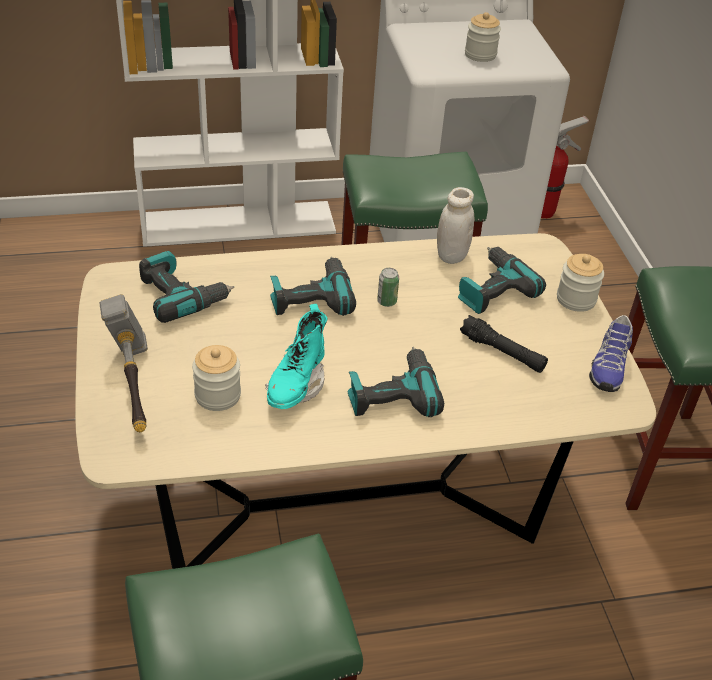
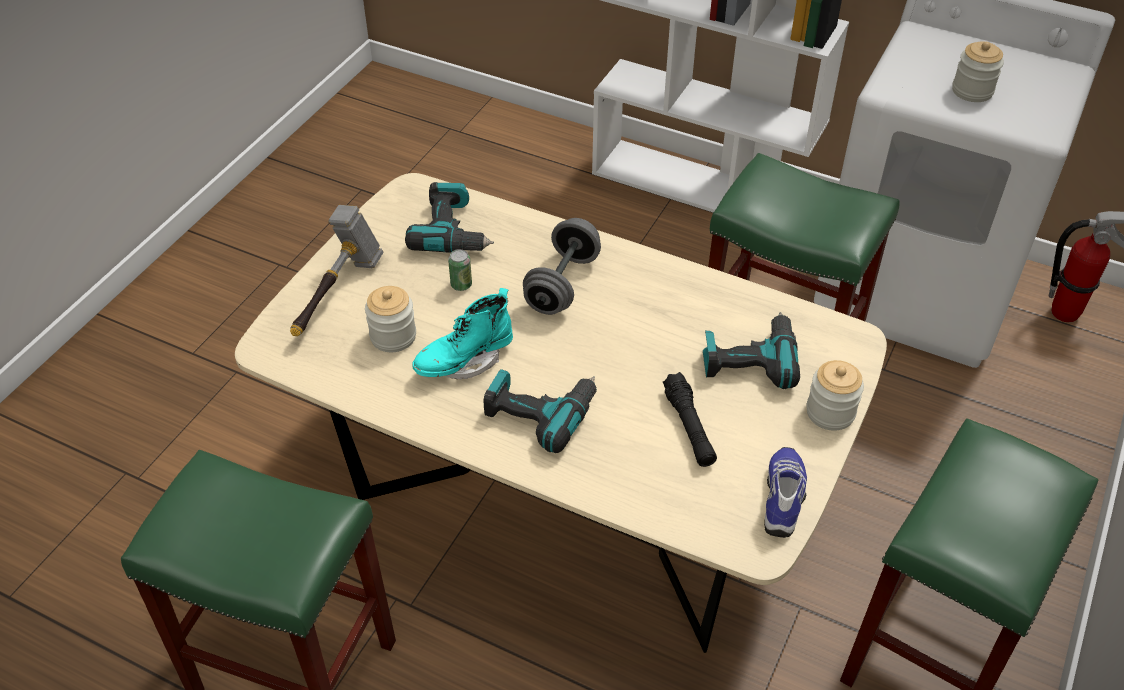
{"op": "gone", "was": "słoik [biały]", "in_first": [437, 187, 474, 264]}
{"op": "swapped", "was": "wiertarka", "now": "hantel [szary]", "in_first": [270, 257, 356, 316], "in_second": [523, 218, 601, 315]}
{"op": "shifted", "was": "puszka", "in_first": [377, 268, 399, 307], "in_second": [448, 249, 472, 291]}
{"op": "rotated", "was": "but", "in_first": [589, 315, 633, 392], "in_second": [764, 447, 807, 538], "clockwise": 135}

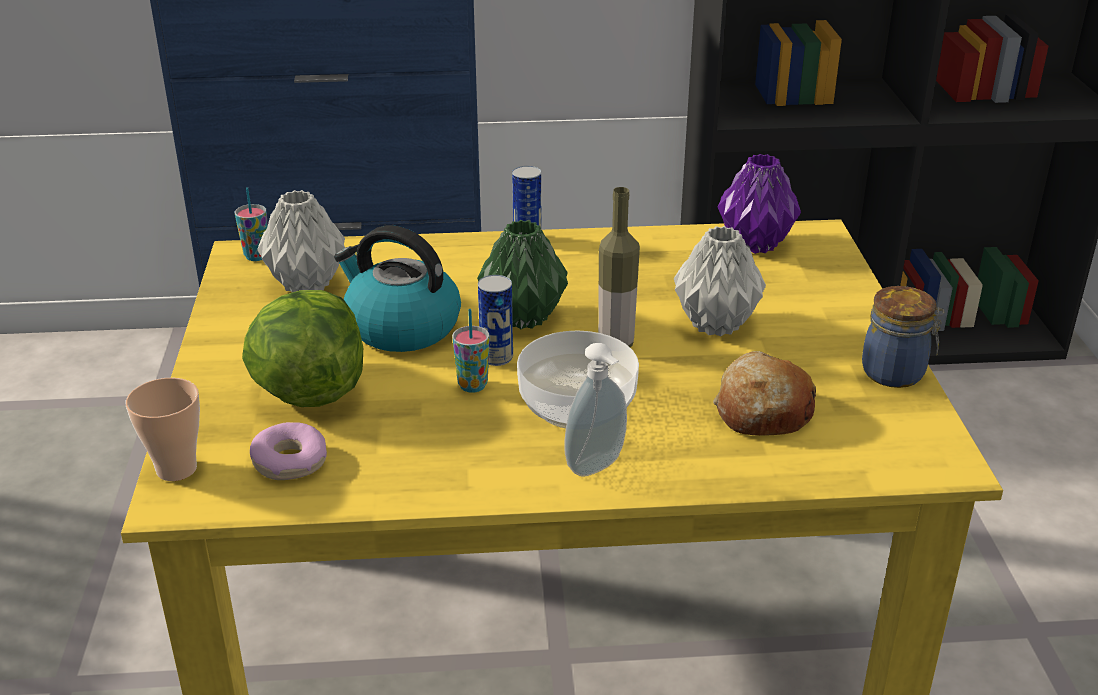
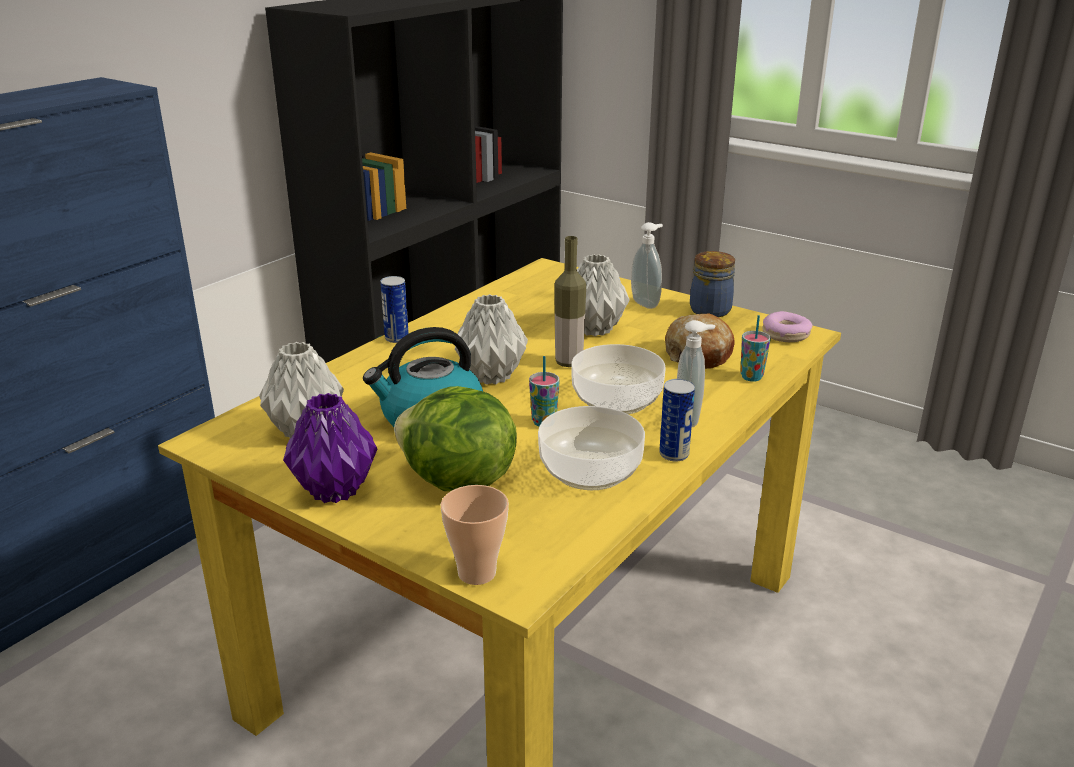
{"op": "shifted", "was": "wazon [fioletowy]", "in_first": [718, 154, 801, 254], "in_second": [283, 393, 377, 503]}
{"op": "shifted", "was": "filiżanka", "in_first": [235, 187, 268, 261], "in_second": [740, 315, 771, 382]}
{"op": "repainted", "was": "wazon [zielony]", "now": "wazon [szary]", "in_first": [477, 220, 568, 329], "in_second": [455, 294, 528, 385]}
{"op": "shifted", "was": "puszka", "in_first": [478, 275, 513, 366], "in_second": [659, 379, 695, 461]}
{"op": "shifted", "was": "donut", "in_first": [250, 422, 327, 480], "in_second": [762, 311, 813, 342]}
{"op": "new", "now": "dozownik mydła", "in_second": [631, 222, 663, 309]}
{"op": "new", "now": "miska", "in_second": [538, 406, 645, 490]}

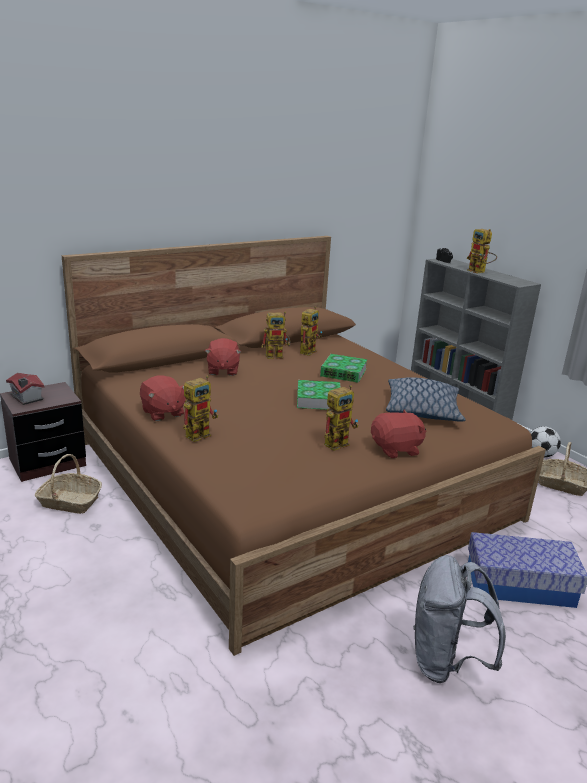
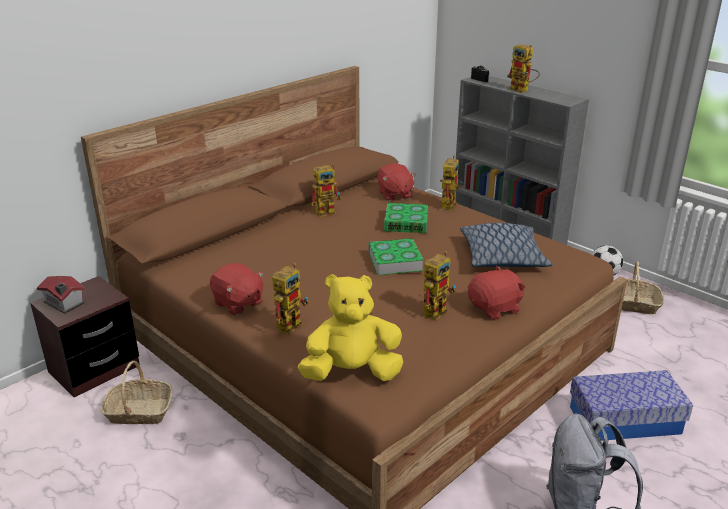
{"op": "shifted", "was": "robot zabawkowy", "in_first": [300, 306, 322, 356], "in_second": [440, 156, 462, 210]}
{"op": "shifted", "was": "pluszak [czerwony]", "in_first": [205, 338, 241, 376], "in_second": [378, 163, 416, 201]}
{"op": "new", "now": "pluszak [żółty]", "in_second": [298, 274, 404, 381]}

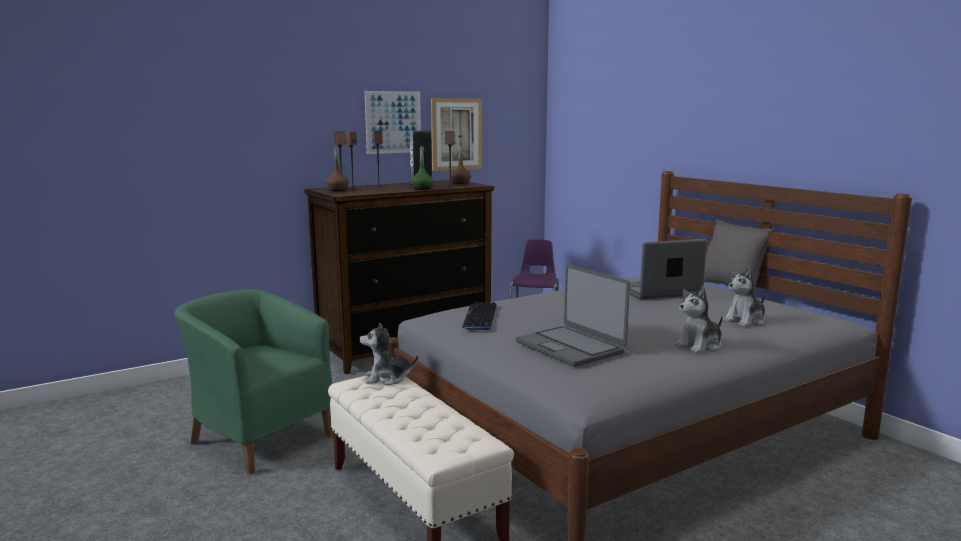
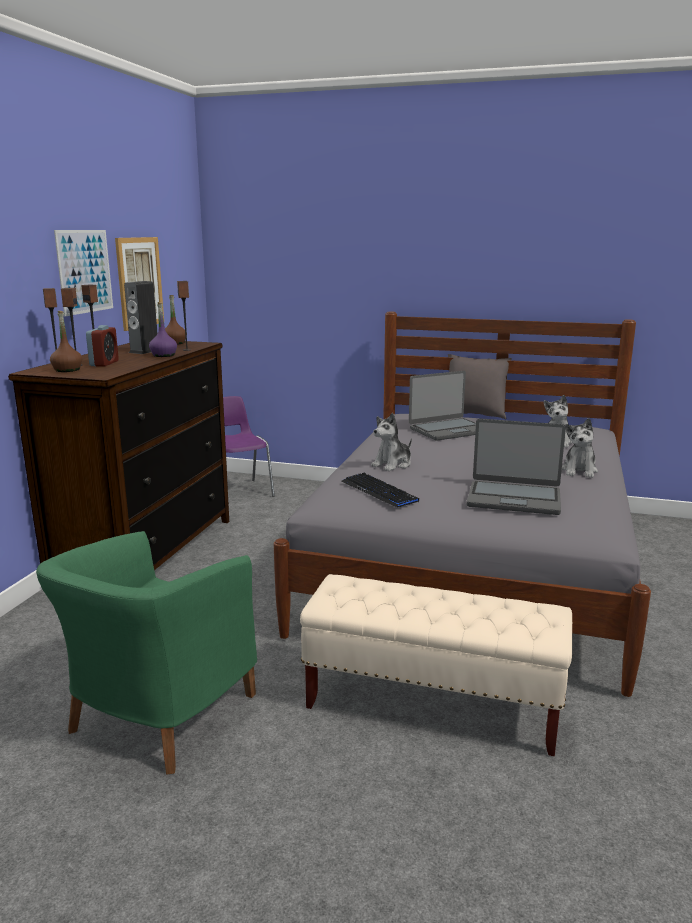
{"op": "repainted", "was": "butelka [zielony]", "now": "butelka [fioletowy]", "in_first": [411, 146, 433, 190], "in_second": [149, 302, 177, 357]}
{"op": "rotated", "was": "laptop", "in_first": [629, 239, 707, 300], "in_second": [409, 371, 476, 441], "clockwise": -150}
{"op": "rotated", "was": "fotel [zielony]", "in_first": [174, 289, 333, 474], "in_second": [36, 531, 257, 774], "clockwise": -60}
{"op": "shifted", "was": "pluszak", "in_first": [360, 322, 418, 385], "in_second": [371, 413, 412, 471]}
{"op": "new", "now": "budzik", "in_second": [86, 325, 119, 367]}

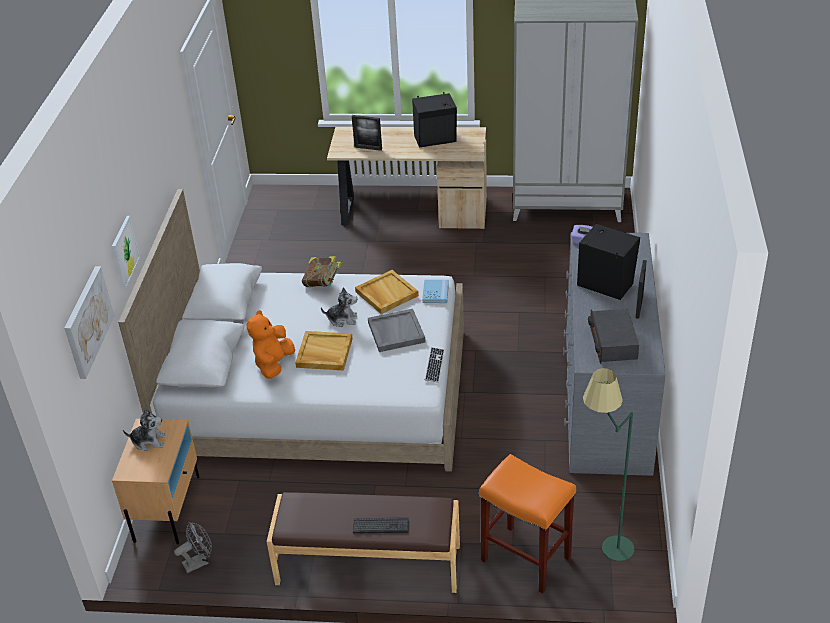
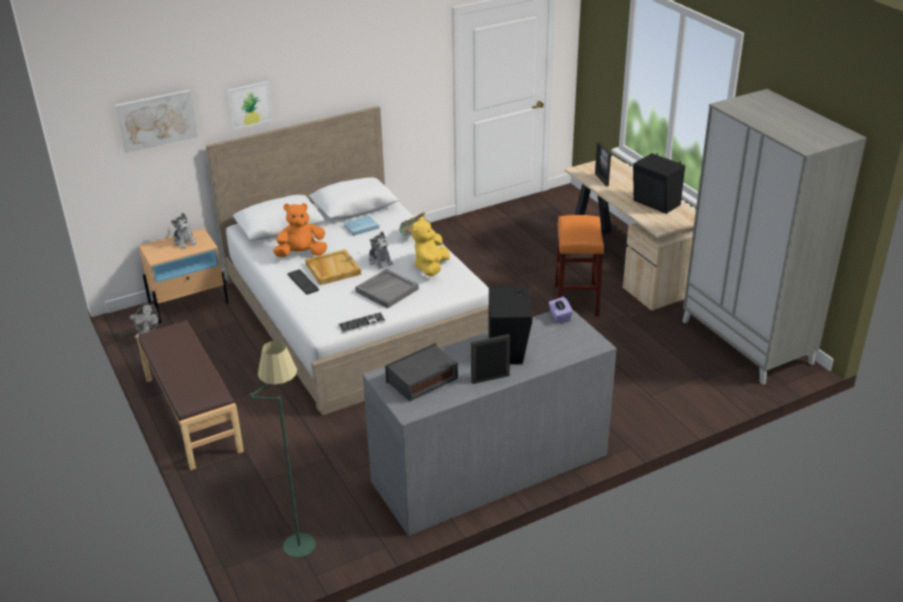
{"op": "swapped", "was": "taca [beżowy]", "now": "pluszak [żółty]", "in_first": [355, 270, 419, 314], "in_second": [411, 217, 450, 276]}
{"op": "shifted", "was": "książka [niebieski]", "in_first": [422, 280, 449, 303], "in_second": [344, 216, 379, 236]}
{"op": "shifted", "was": "stołek [pomarańczowy]", "in_first": [479, 454, 576, 594], "in_second": [555, 215, 604, 316]}
{"op": "shifted", "was": "klawiatura", "in_first": [353, 517, 409, 534], "in_second": [288, 269, 319, 295]}

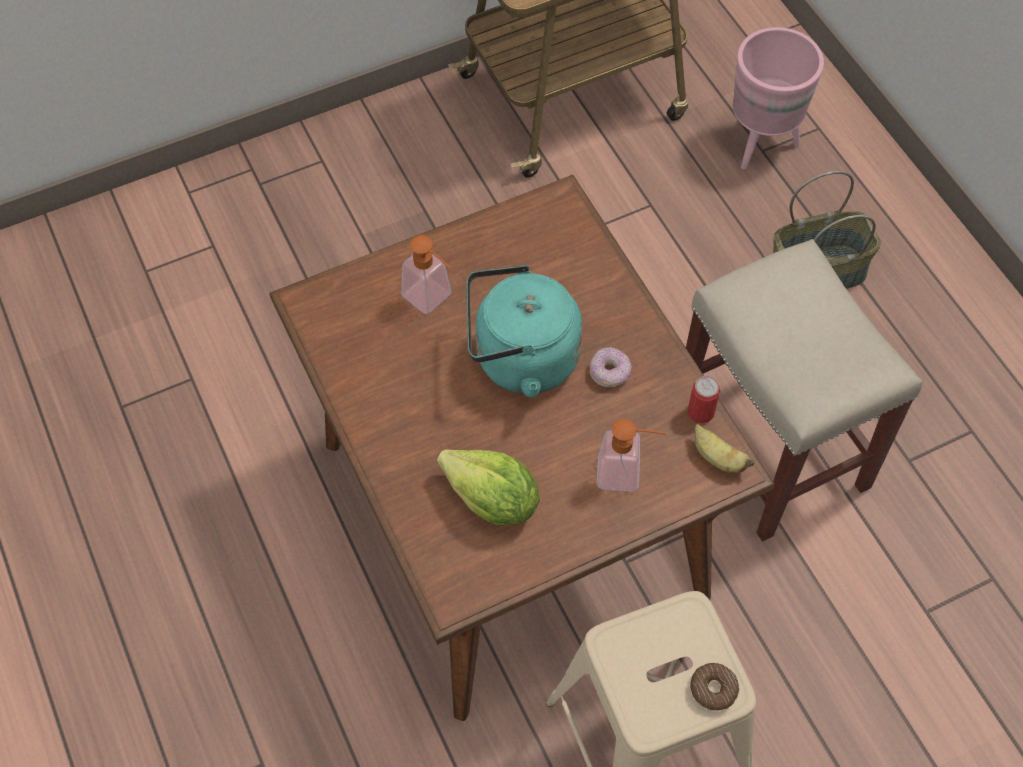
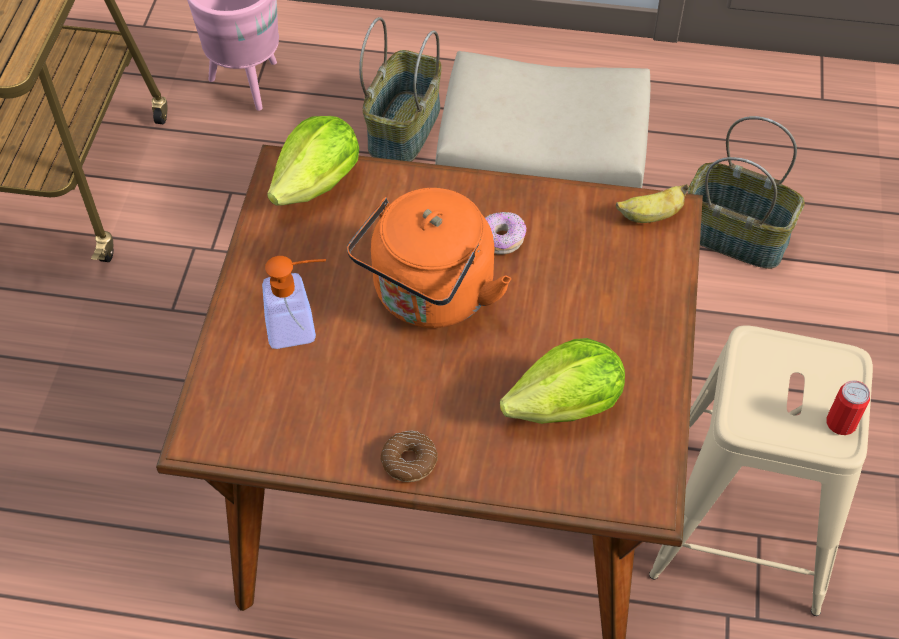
{"op": "repainted", "was": "czajnik [turkusowy]", "now": "czajnik [pomarańczowy]", "in_first": [466, 265, 582, 398], "in_second": [347, 188, 511, 328]}
{"op": "shifted", "was": "puszka", "in_first": [688, 376, 720, 423], "in_second": [826, 380, 870, 435]}
{"op": "gone", "was": "dozownik mydła", "in_first": [597, 419, 666, 491]}
{"op": "shifted", "was": "donut", "in_first": [690, 663, 739, 711], "in_second": [380, 431, 438, 482]}
{"op": "new", "now": "sałata", "in_second": [267, 116, 359, 206]}
{"op": "new", "now": "koszyk", "in_second": [688, 116, 805, 269]}

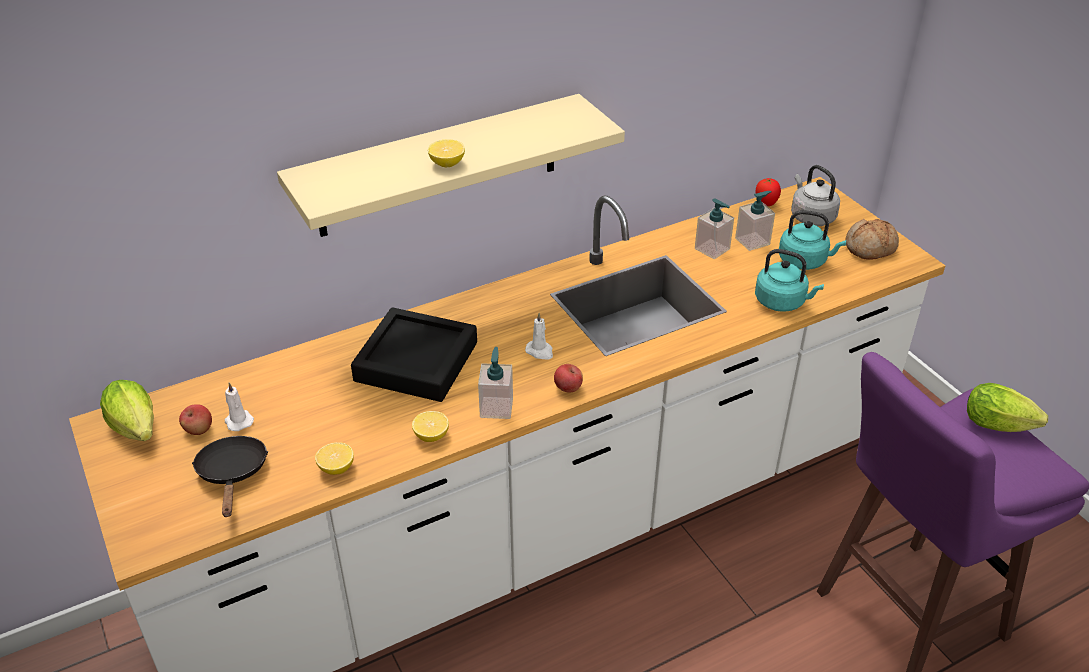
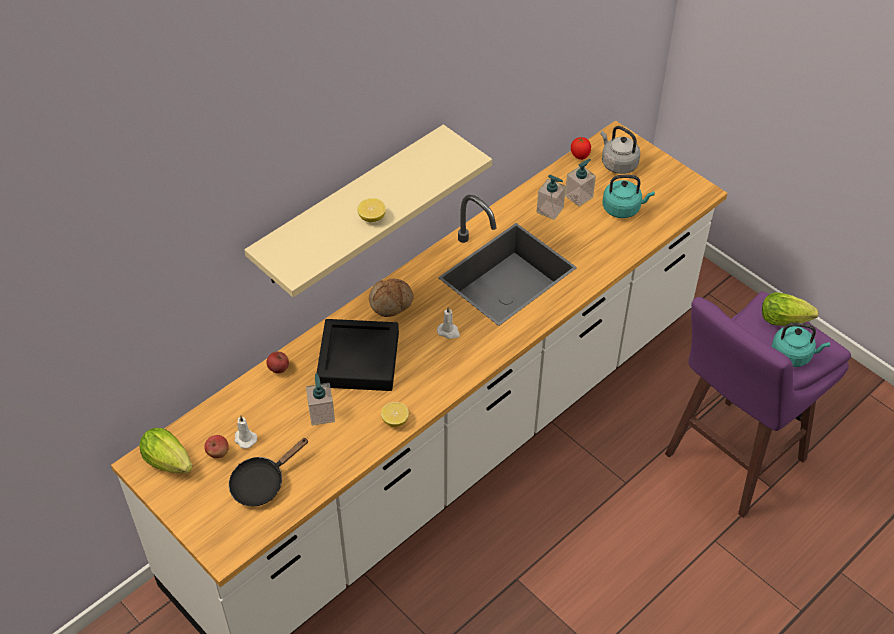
{"op": "shifted", "was": "chleb", "in_first": [845, 219, 899, 260], "in_second": [369, 279, 413, 317]}
{"op": "shifted", "was": "czajnik [turkusowy]", "in_first": [755, 249, 824, 312], "in_second": [772, 323, 830, 367]}
{"op": "shifted", "was": "dozownik mydła", "in_first": [478, 347, 513, 419], "in_second": [306, 374, 335, 426]}
{"op": "shifted", "was": "jabłko", "in_first": [554, 364, 583, 392], "in_second": [267, 351, 289, 373]}
{"op": "rotated", "was": "patelnia [czarny]", "in_first": [192, 436, 268, 517], "in_second": [229, 438, 309, 507], "clockwise": -105}
{"op": "gone", "was": "cytryna", "in_first": [315, 442, 354, 475]}

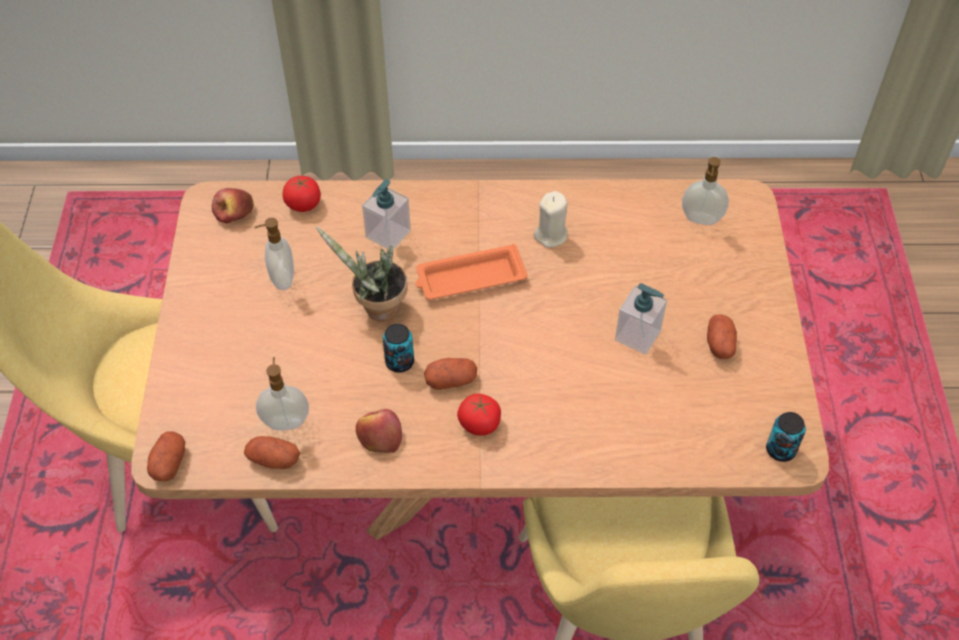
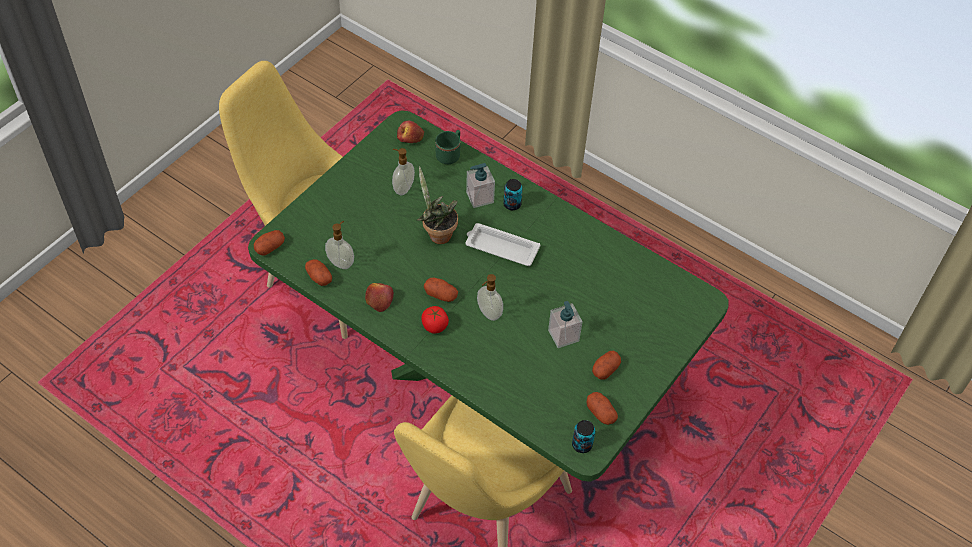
{"op": "shifted", "was": "dozownik mydła", "in_first": [682, 157, 729, 225], "in_second": [477, 274, 503, 321]}
{"op": "swapped", "was": "pomidor", "now": "kubek [zielony]", "in_first": [282, 176, 321, 212], "in_second": [435, 130, 461, 164]}
{"op": "repainted", "was": "stół jadalny [brązowy]", "now": "stół jadalny [zielony]", "in_first": [131, 179, 829, 540], "in_second": [248, 110, 729, 482]}
{"op": "gone", "was": "świeca [beżowy]", "in_first": [534, 191, 568, 248]}
{"op": "repainted", "was": "taca [pomarańczowy]", "now": "taca [biały]", "in_first": [415, 244, 527, 300], "in_second": [466, 223, 540, 266]}
{"op": "shifted", "was": "puszka", "in_first": [383, 324, 414, 373], "in_second": [503, 179, 523, 210]}
{"op": "new", "now": "ziemniak", "in_second": [586, 392, 618, 425]}

